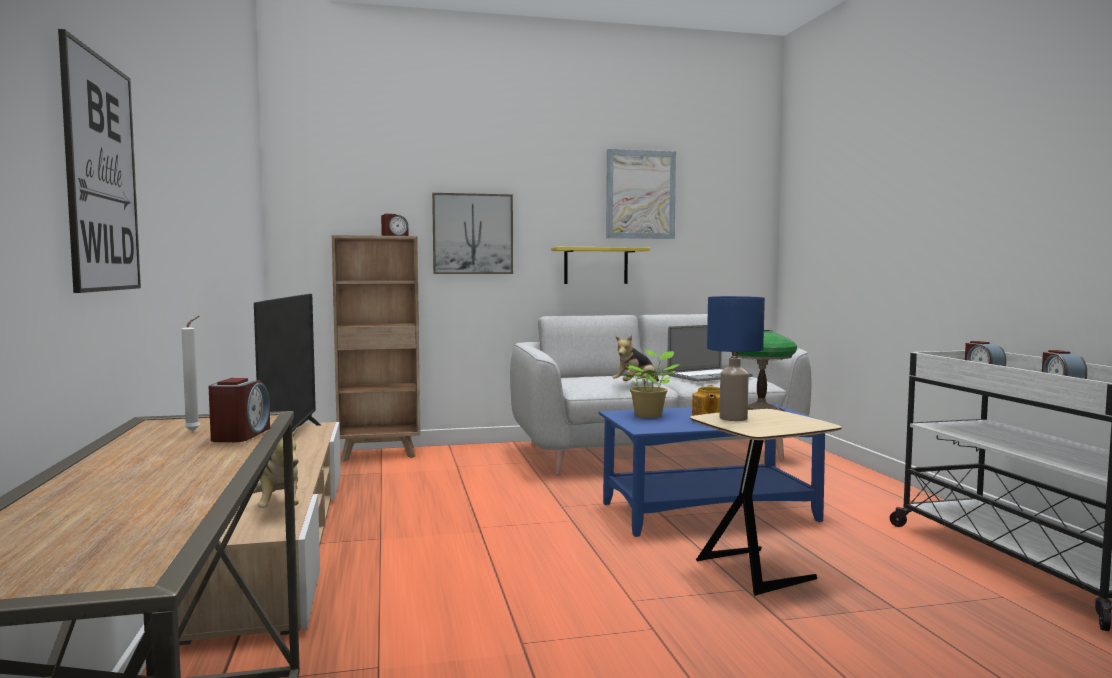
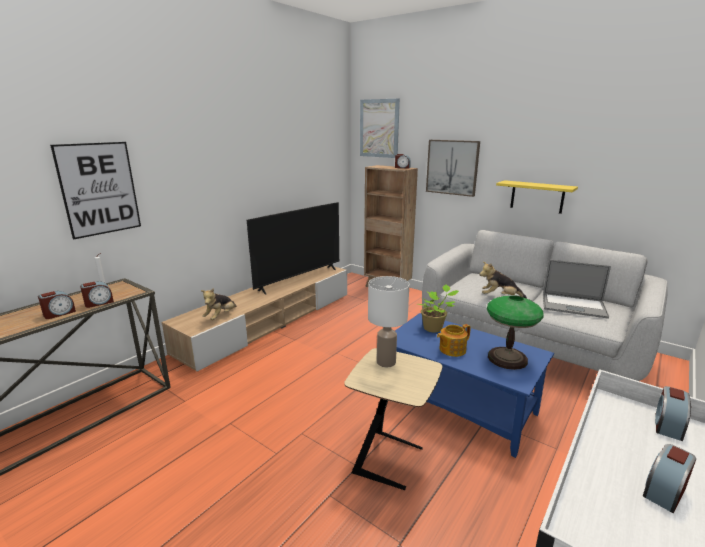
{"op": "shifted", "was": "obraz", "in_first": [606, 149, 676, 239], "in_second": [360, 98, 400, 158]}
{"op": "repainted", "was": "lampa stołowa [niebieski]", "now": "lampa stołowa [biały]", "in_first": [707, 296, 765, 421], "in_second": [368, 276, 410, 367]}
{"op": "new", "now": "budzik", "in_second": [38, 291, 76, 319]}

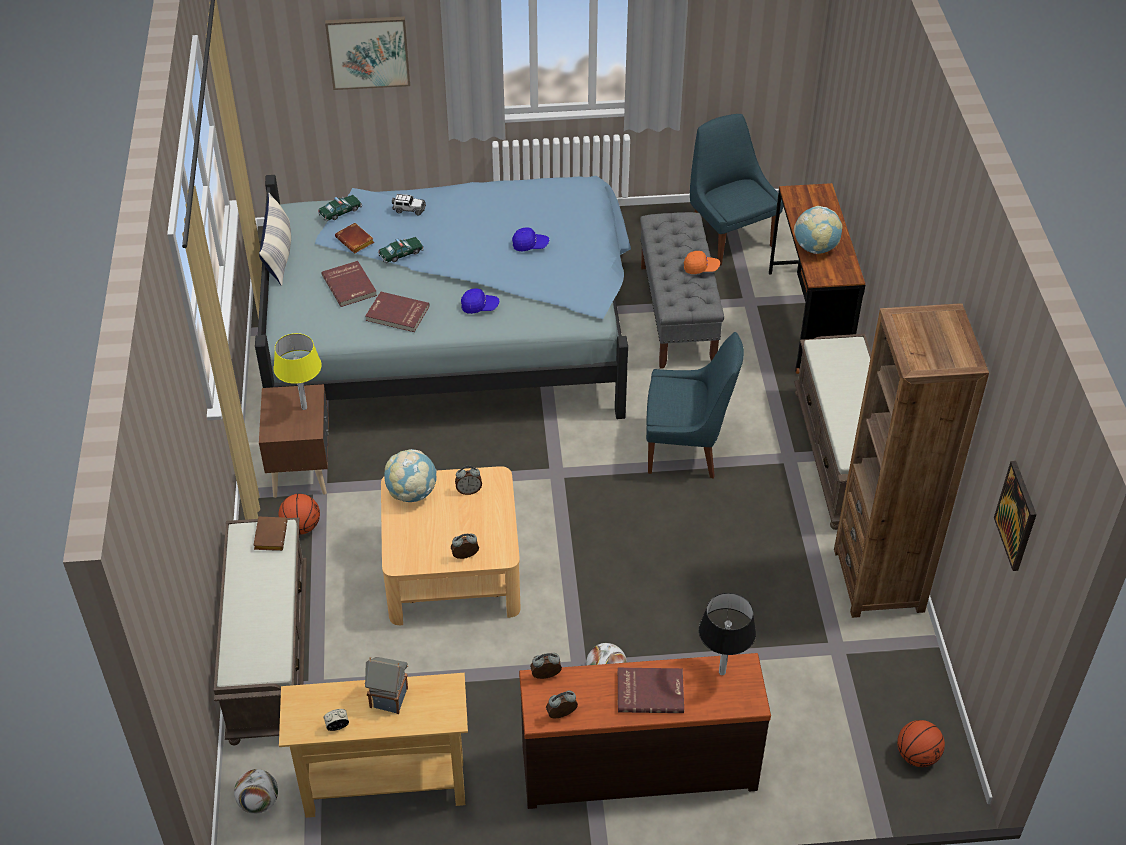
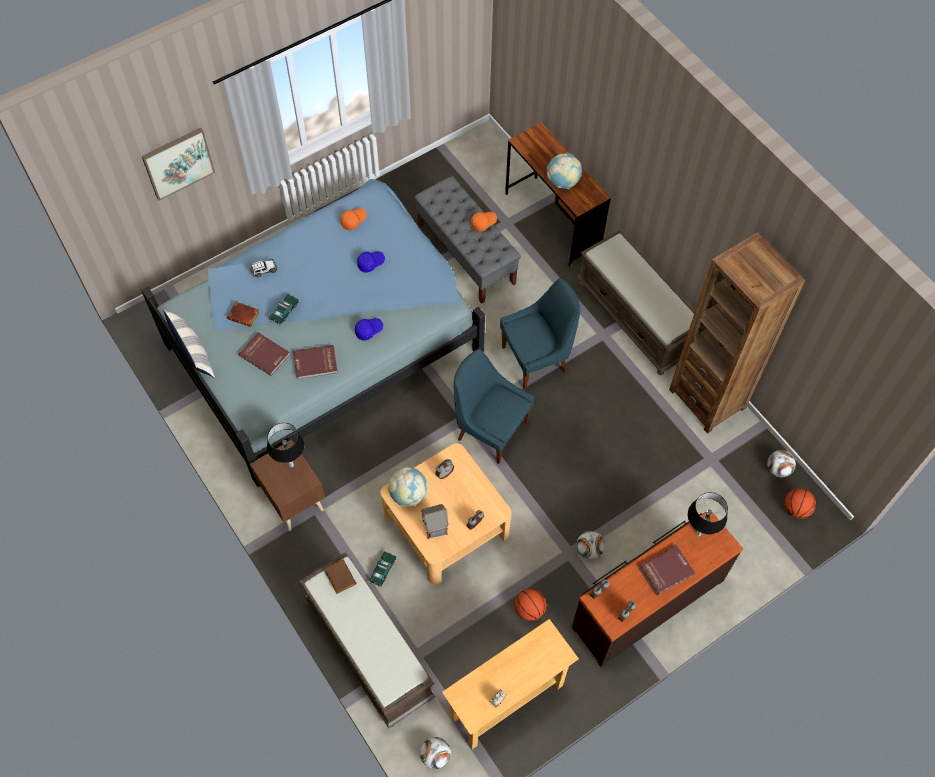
{"op": "shifted", "was": "krzesło [niebieski]", "in_first": [690, 114, 783, 266], "in_second": [454, 349, 534, 464]}
{"op": "shifted", "was": "samochodzik", "in_first": [318, 195, 362, 222], "in_second": [368, 551, 397, 587]}
{"op": "repainted", "was": "lampa stołowa [żółty]", "now": "lampa stołowa [czarny]", "in_first": [274, 333, 322, 410], "in_second": [267, 423, 304, 468]}
{"op": "gone", "was": "obraz", "in_first": [994, 461, 1037, 571]}
{"op": "shifted", "was": "piłka do koszykówki", "in_first": [279, 494, 320, 535], "in_second": [515, 589, 547, 621]}
{"op": "shifted", "was": "domek", "in_first": [365, 657, 408, 714], "in_second": [421, 504, 449, 539]}
{"op": "new", "now": "czapka z daszkiem [pomarańczowy]", "in_second": [340, 208, 367, 230]}
{"op": "new", "now": "piłka futbolowa", "in_second": [767, 450, 796, 478]}

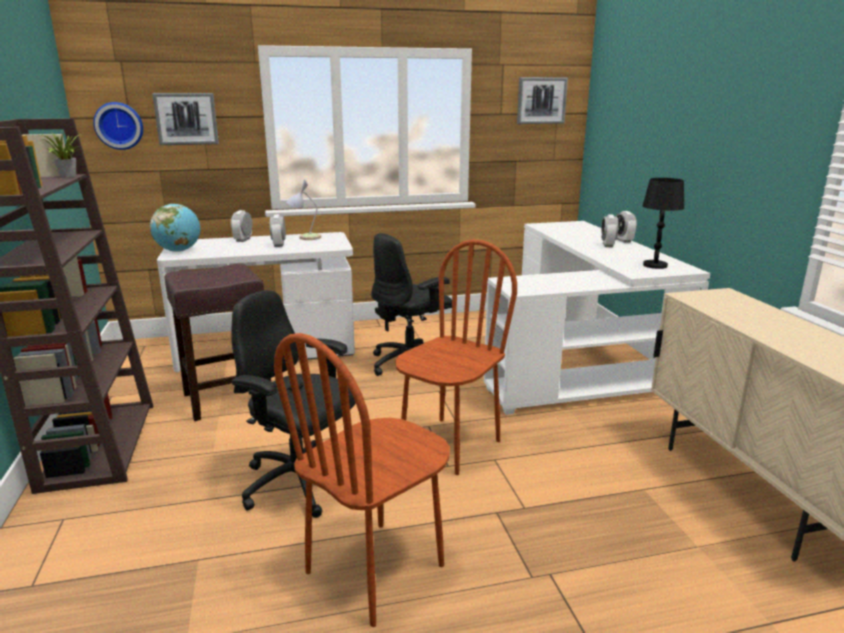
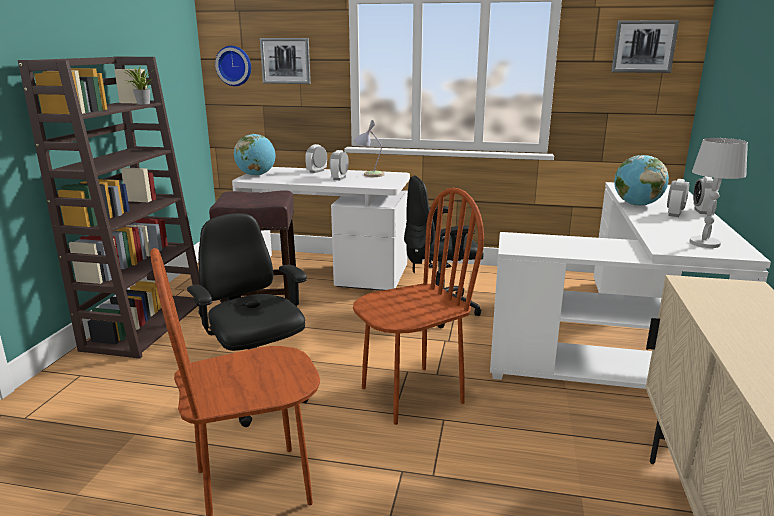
{"op": "repainted", "was": "lampa stołowa [czarny]", "now": "lampa stołowa [biały]", "in_first": [643, 178, 684, 269], "in_second": [689, 138, 748, 248]}
{"op": "new", "now": "globus", "in_second": [614, 155, 669, 206]}

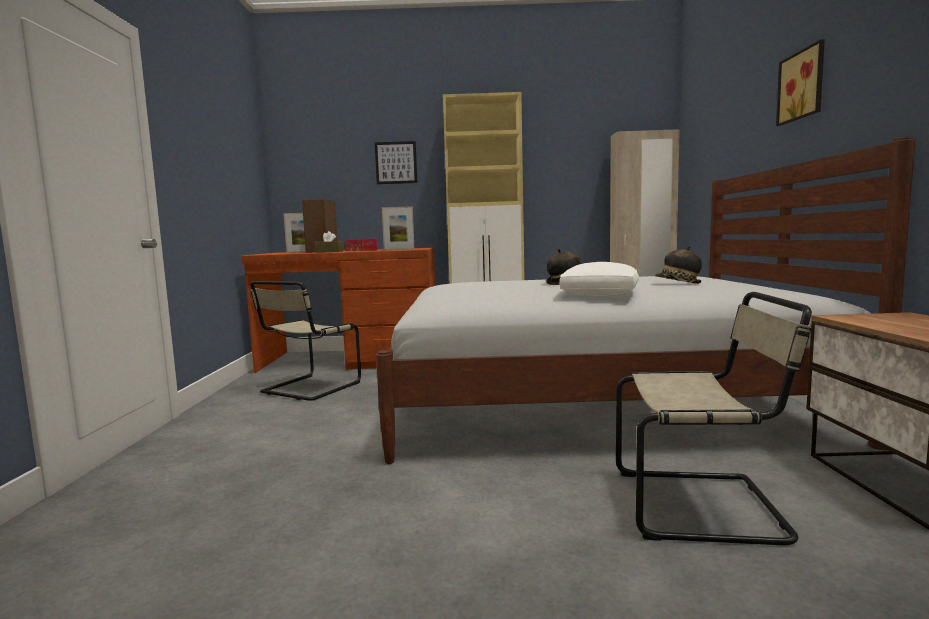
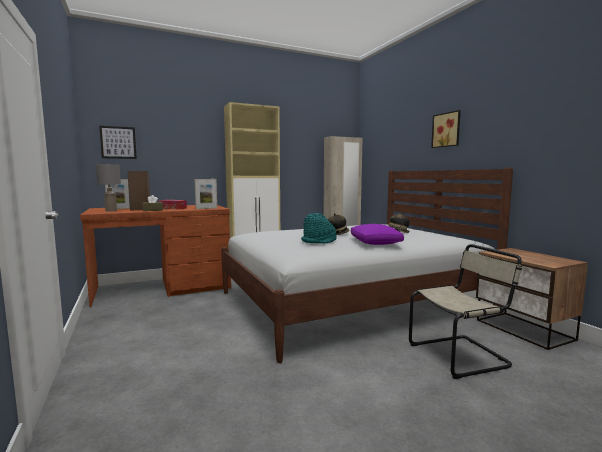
{"op": "shifted", "was": "obraz", "in_first": [375, 141, 417, 184], "in_second": [99, 126, 137, 159]}
{"op": "repainted", "was": "poduszka [biały]", "now": "poduszka [fioletowy]", "in_first": [559, 262, 639, 296], "in_second": [351, 224, 404, 245]}
{"op": "gone", "was": "krzesło [beżowy]", "in_first": [250, 281, 361, 401]}
{"op": "new", "now": "lampa stołowa [szary]", "in_second": [96, 164, 121, 212]}
{"op": "new", "now": "kapelusz [turkusowy]", "in_second": [301, 213, 337, 244]}

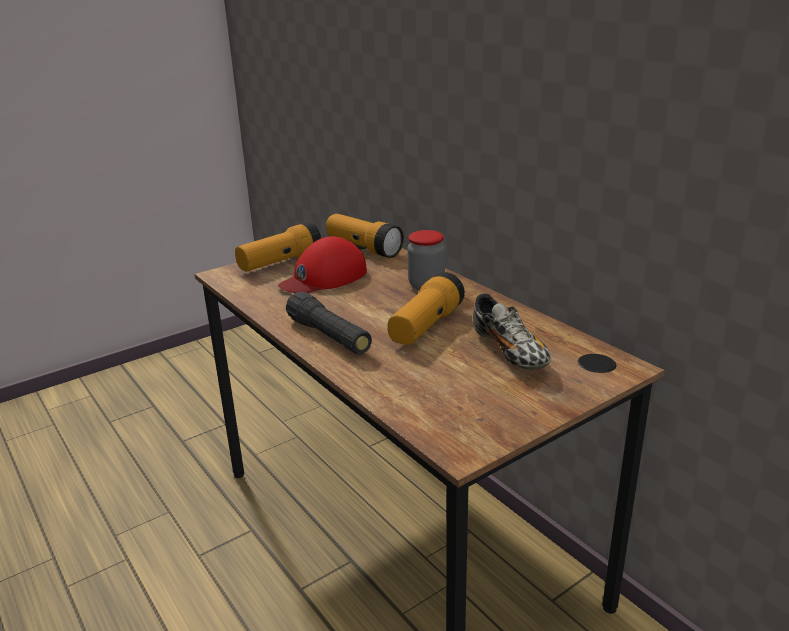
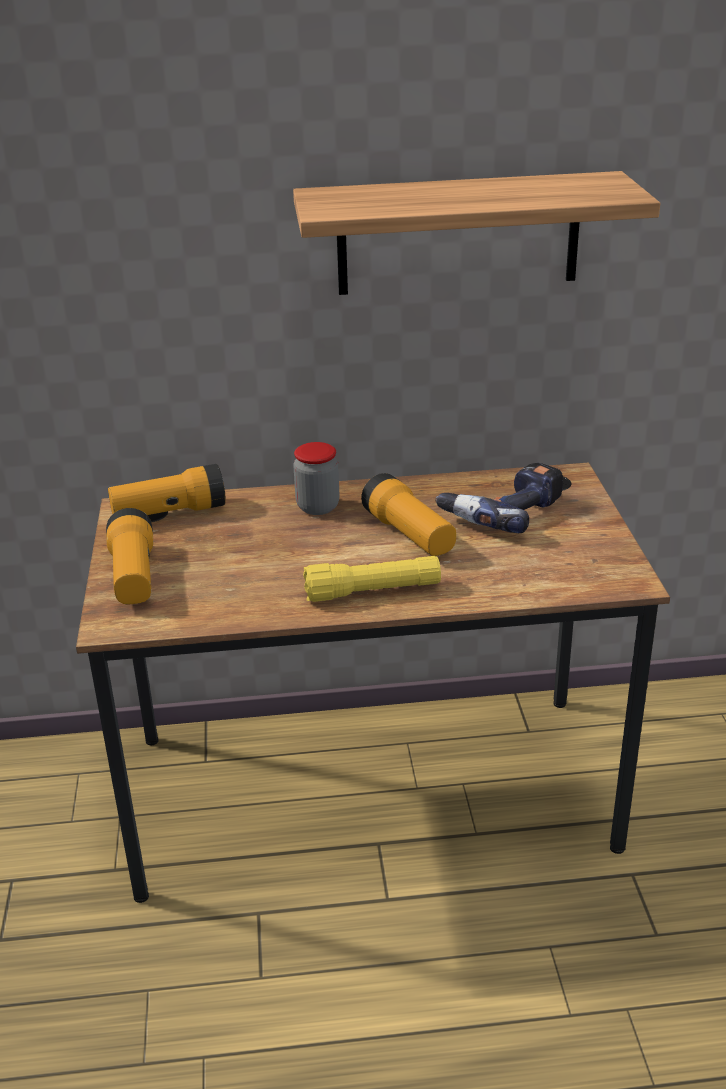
{"op": "gone", "was": "czapka z daszkiem [czerwony]", "in_first": [278, 236, 367, 293]}
{"op": "repainted", "was": "latarka [czarny]", "now": "latarka [żółty]", "in_first": [286, 292, 372, 354], "in_second": [303, 556, 441, 602]}
{"op": "swapped", "was": "but", "now": "wiertarka", "in_first": [473, 293, 551, 370], "in_second": [435, 463, 563, 533]}
{"op": "new", "now": "półka", "in_second": [293, 171, 660, 295]}

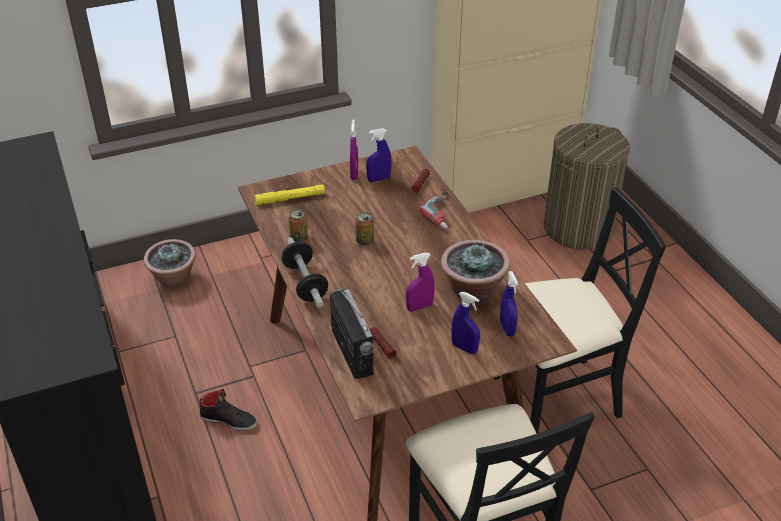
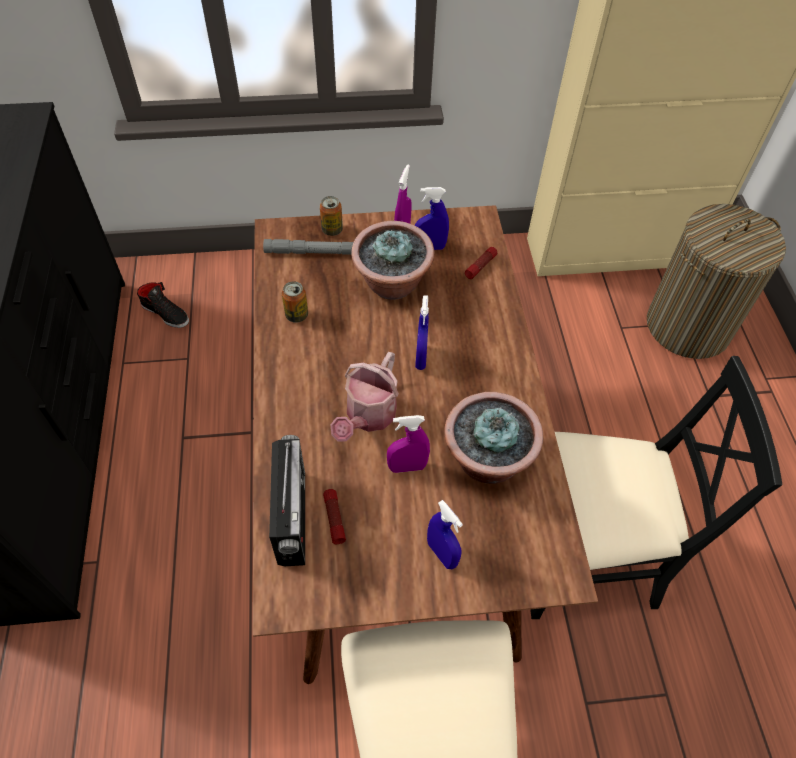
{"op": "repainted", "was": "latarka [żółty]", "now": "latarka [szary]", "in_first": [254, 184, 325, 205], "in_second": [263, 239, 353, 255]}
{"op": "gone", "was": "wiertarka", "in_first": [418, 188, 448, 229]}
{"op": "shifted", "was": "puszka", "in_first": [355, 212, 374, 245], "in_second": [320, 196, 343, 236]}
{"op": "gone", "was": "hantel", "in_first": [282, 237, 328, 308]}
{"op": "shifted", "was": "roślina doniczkowa", "in_first": [144, 239, 196, 288], "in_second": [351, 221, 434, 300]}
{"op": "shifted", "was": "spryskiwacz [niebieski]", "in_first": [500, 271, 518, 337], "in_second": [415, 295, 429, 370]}
{"op": "shifted", "was": "but [czarny]", "in_first": [199, 389, 257, 431], "in_second": [137, 282, 189, 328]}
{"op": "new", "now": "konewka", "in_second": [330, 352, 399, 442]}

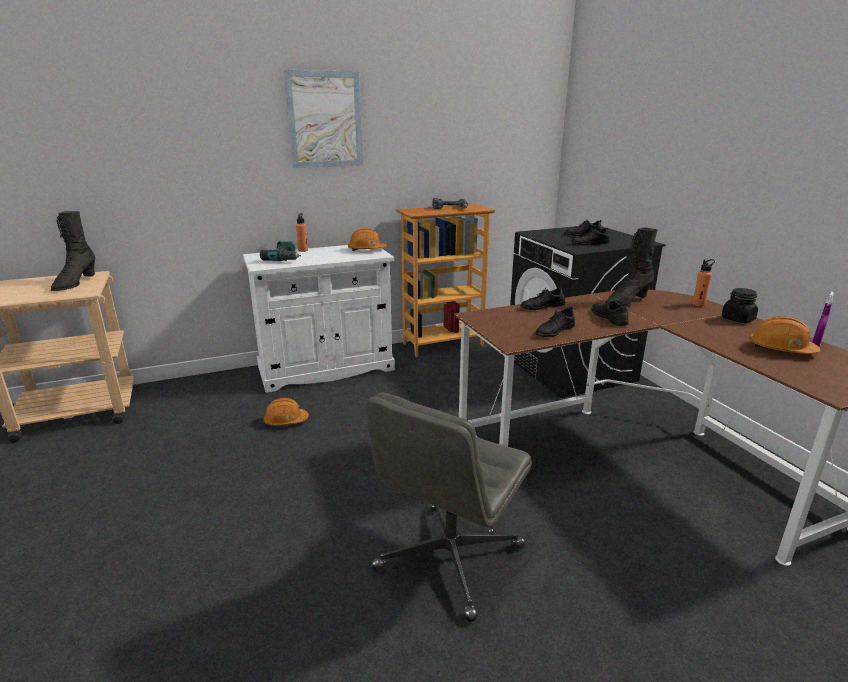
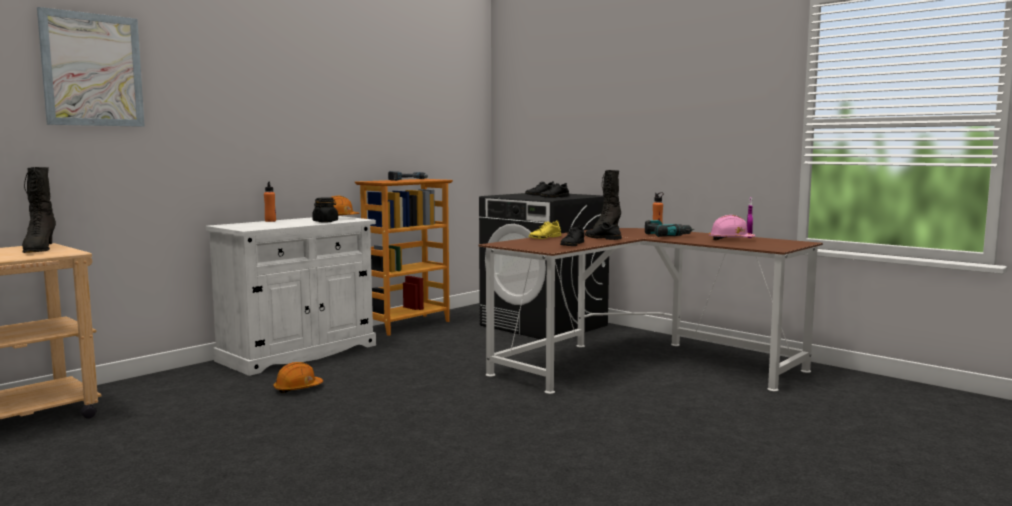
{"op": "shifted", "was": "obraz", "in_first": [284, 70, 363, 168], "in_second": [37, 7, 145, 127]}
{"op": "shifted", "was": "wiertarka", "in_first": [260, 241, 301, 261], "in_second": [645, 220, 694, 237]}
{"op": "repainted", "was": "but [czarny]", "now": "but [żółty]", "in_first": [520, 287, 565, 310], "in_second": [529, 221, 561, 239]}
{"op": "shifted", "was": "słoik [czarny]", "in_first": [722, 288, 758, 323], "in_second": [312, 197, 338, 222]}
{"op": "repainted", "was": "kask [pomarańczowy]", "now": "kask [różowy]", "in_first": [750, 316, 820, 354], "in_second": [709, 215, 755, 240]}
{"op": "gone", "was": "krzesło biurowe [szary]", "in_first": [366, 393, 532, 622]}

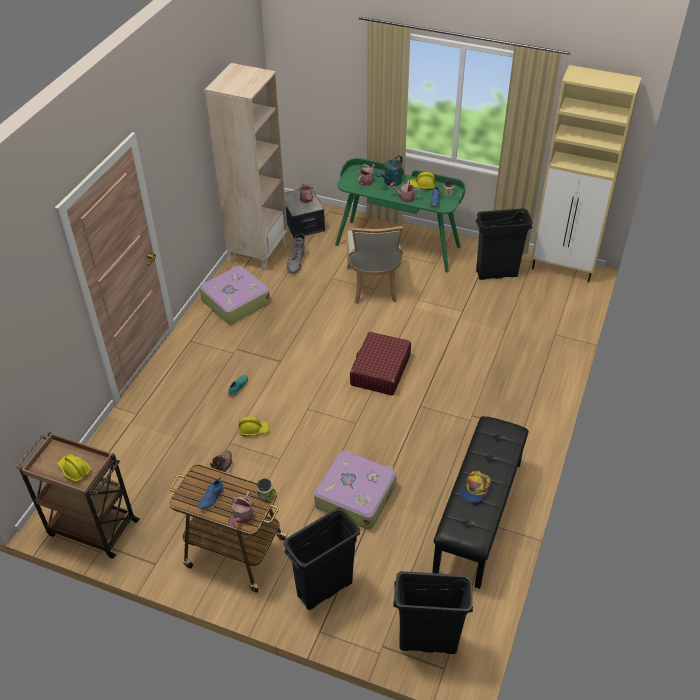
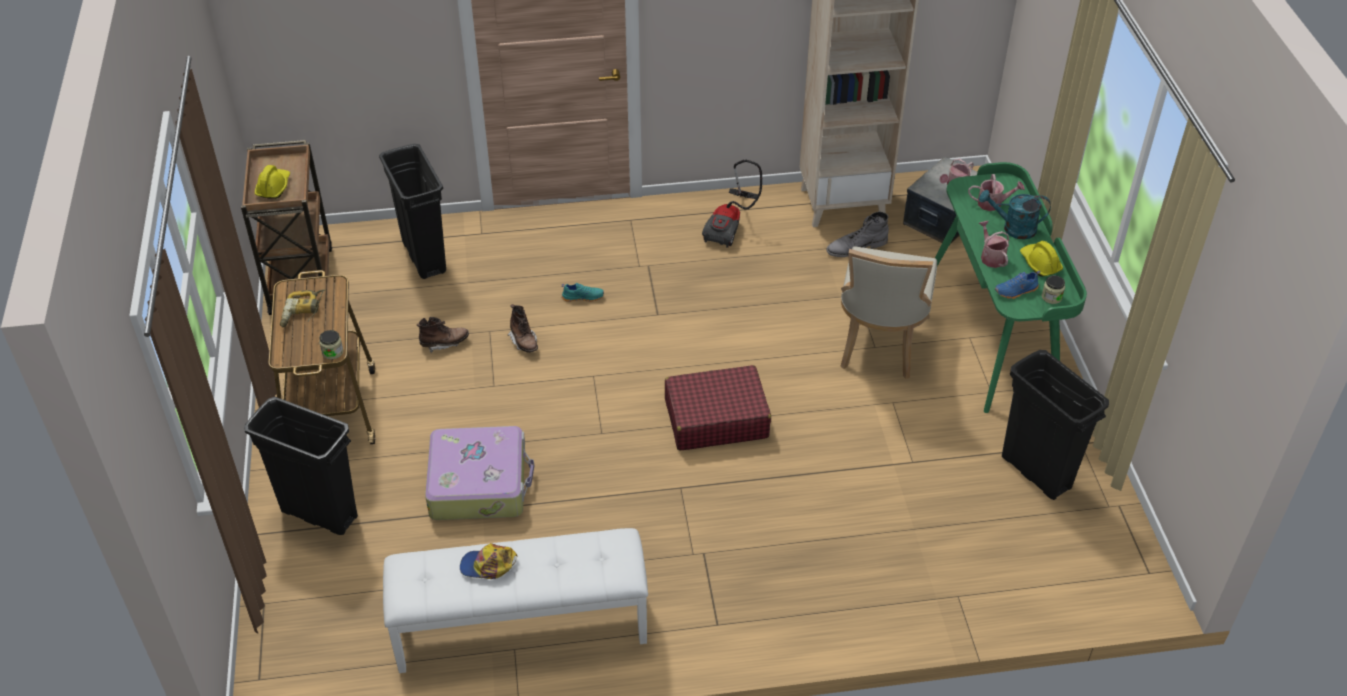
{"op": "gone", "was": "szafka [beżowy]", "in_first": [531, 65, 642, 282]}
{"op": "rotated", "was": "krzesło [beżowy]", "in_first": [347, 226, 403, 304], "in_second": [840, 246, 937, 379], "clockwise": -45}
{"op": "swapped", "was": "walizka", "now": "odkurzacz", "in_first": [200, 266, 270, 324], "in_second": [702, 160, 762, 248]}
{"op": "repainted", "was": "ławka [czarny]", "now": "ławka [biały]", "in_first": [432, 416, 529, 589], "in_second": [383, 528, 648, 673]}
{"op": "swapped", "was": "kask [żółty]", "now": "but z cholewką [brązowy]", "in_first": [239, 417, 269, 436], "in_second": [508, 304, 538, 353]}
{"op": "swapped", "was": "but [niebieski]", "now": "wiertarka", "in_first": [198, 477, 224, 510], "in_second": [280, 289, 326, 327]}
{"op": "gone", "was": "konewka", "in_first": [227, 492, 253, 527]}
{"op": "shifted", "was": "kosz na śmieci [czarny]", "in_first": [393, 571, 473, 654], "in_second": [379, 144, 446, 279]}

